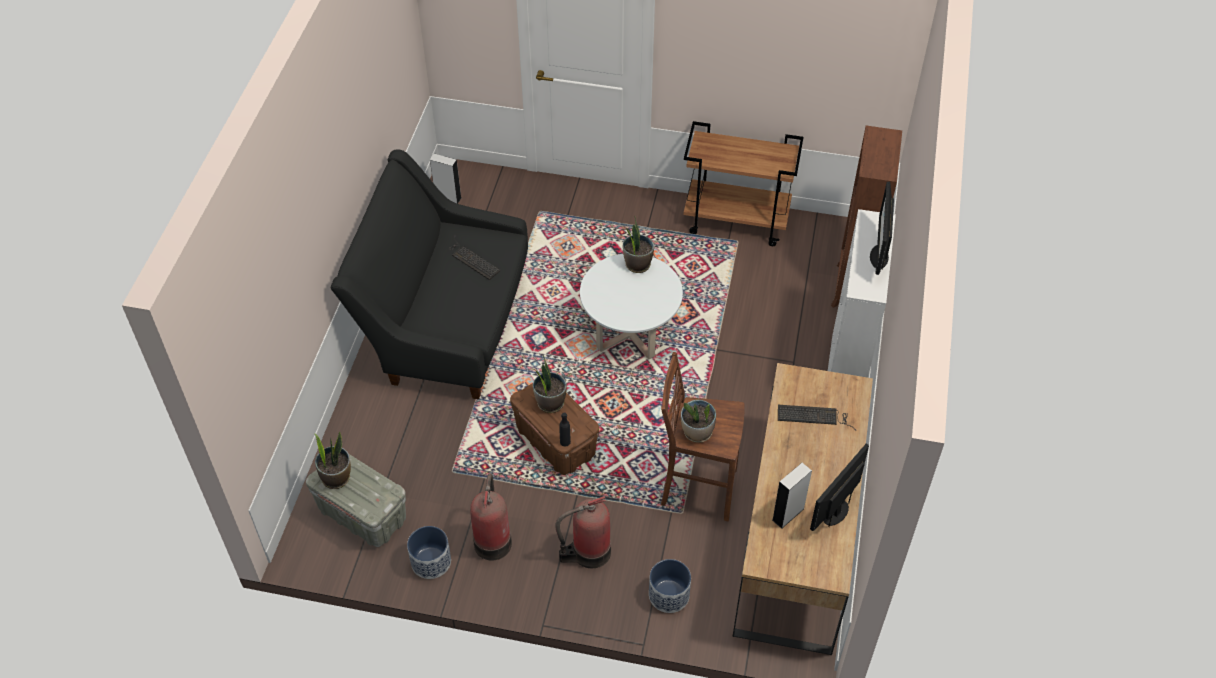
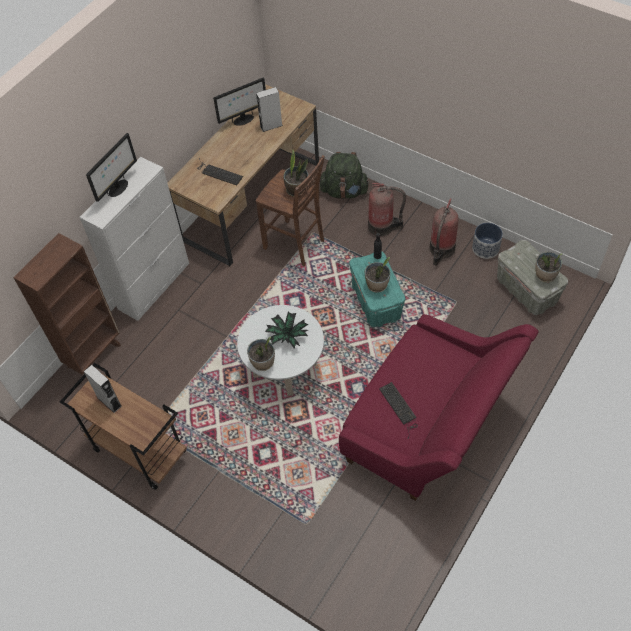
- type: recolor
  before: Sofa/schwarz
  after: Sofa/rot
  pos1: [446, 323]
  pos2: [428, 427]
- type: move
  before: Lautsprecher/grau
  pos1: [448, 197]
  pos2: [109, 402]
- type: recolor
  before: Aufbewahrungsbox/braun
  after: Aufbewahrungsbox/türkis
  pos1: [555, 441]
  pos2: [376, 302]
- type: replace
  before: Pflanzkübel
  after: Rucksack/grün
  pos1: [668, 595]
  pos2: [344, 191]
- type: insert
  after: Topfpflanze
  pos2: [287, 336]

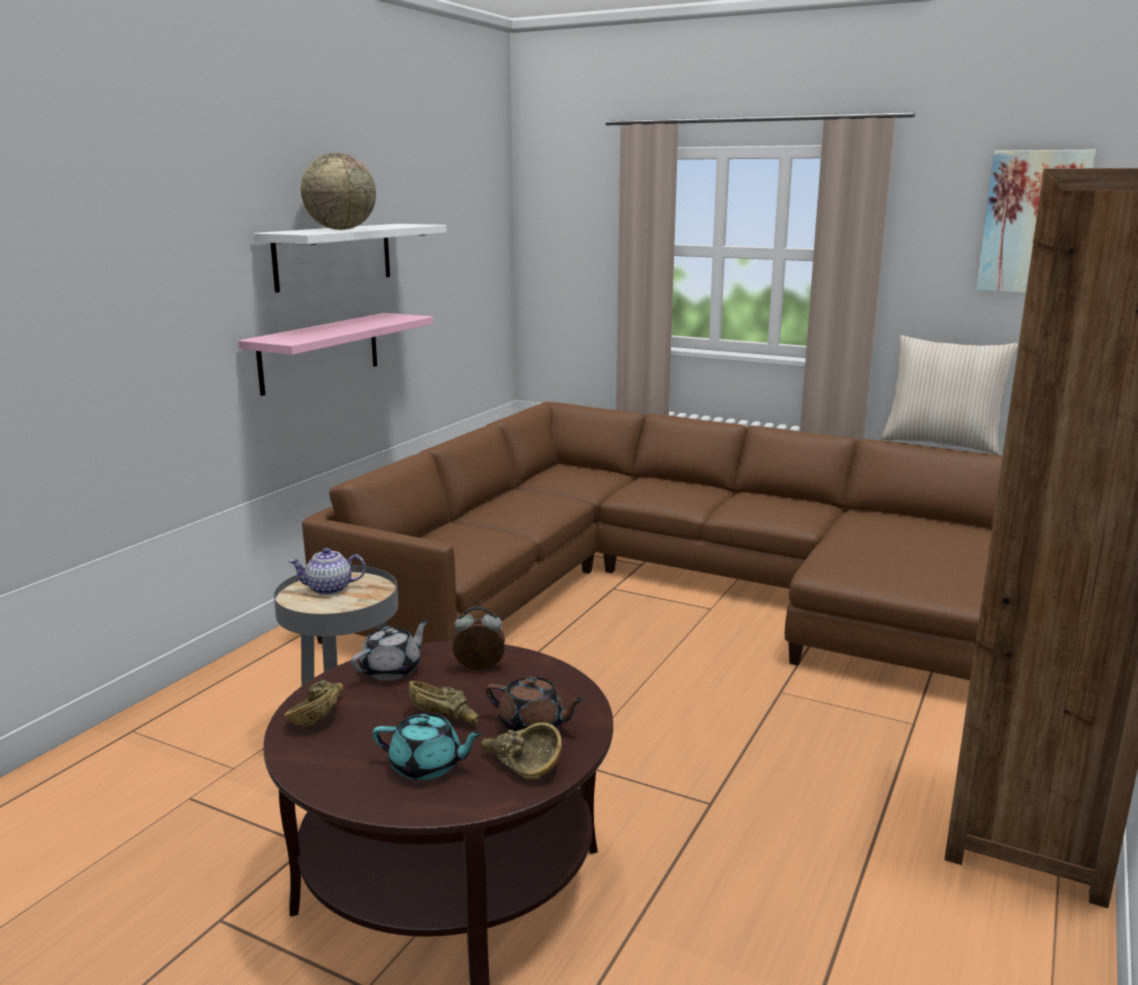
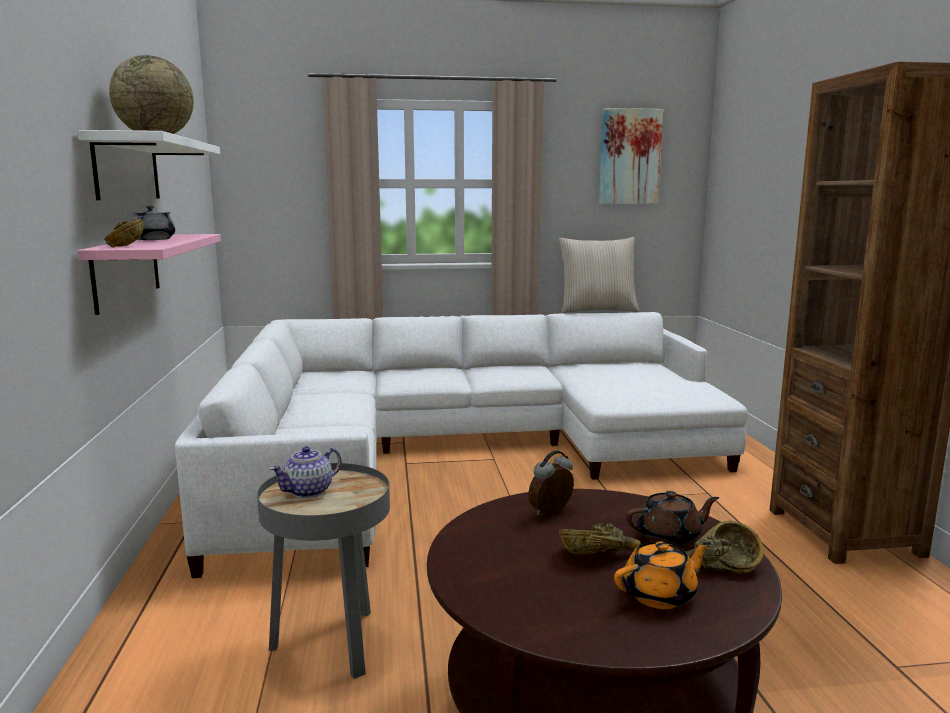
- type: recolor
  before: Sofa/braun
  after: Sofa/weiß
  pos1: [682, 590]
  pos2: [457, 452]
- type: move
  before: Teekanne/grau
  pos1: [392, 670]
  pos2: [154, 239]
- type: move
  before: Schüssel/braun
  pos1: [318, 714]
  pos2: [125, 246]
- type: recolor
  before: Teekanne/türkis
  after: Teekanne/orange
  pos1: [427, 766]
  pos2: [660, 595]

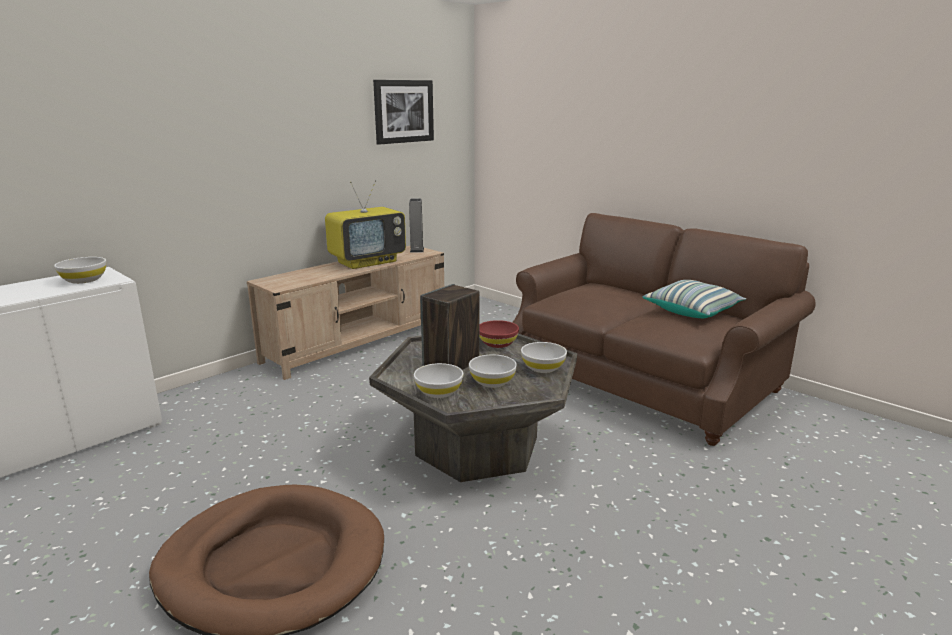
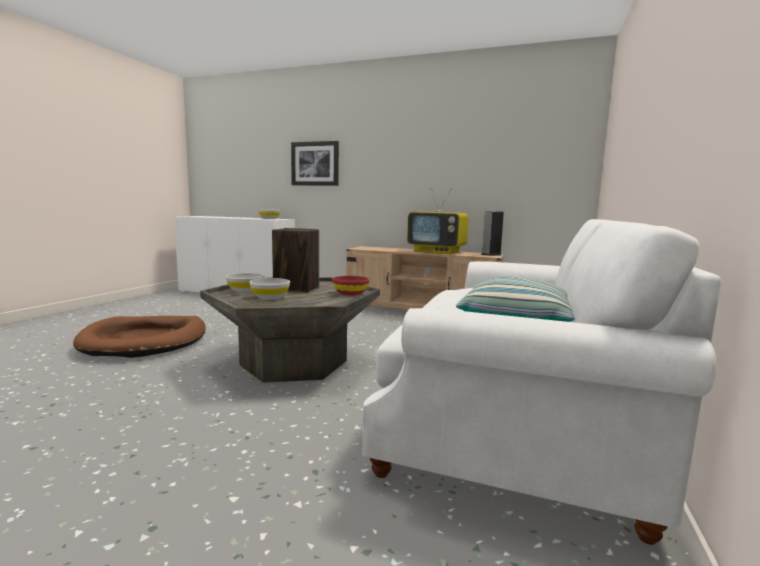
- type: move
  before: Bild
  pos1: [403, 111]
  pos2: [315, 163]
- type: recolor
  before: Sofa/braun
  after: Sofa/weiß
  pos1: [643, 379]
  pos2: [512, 415]
- type: delete
  before: Schüssel/weiß
  pos1: [543, 368]

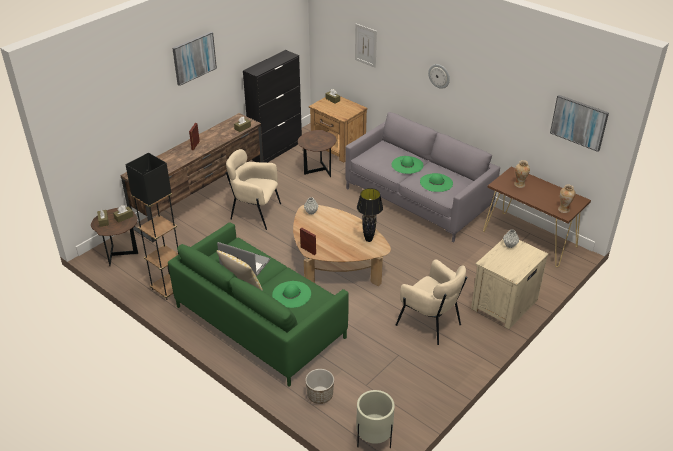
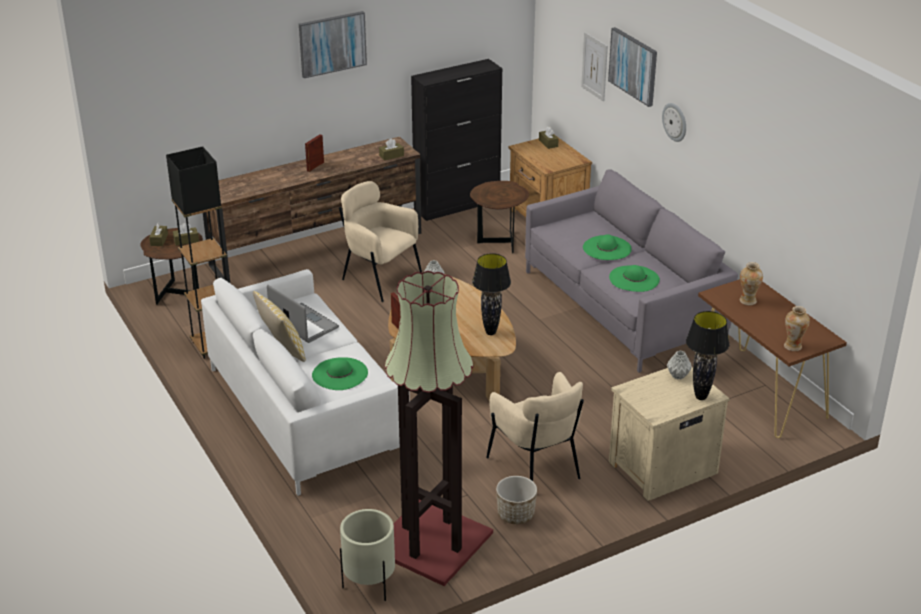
- type: move
  before: Bild
  pos1: [579, 122]
  pos2: [633, 66]
- type: recolor
  before: Sofa/grün
  after: Sofa/weiß
  pos1: [260, 321]
  pos2: [306, 411]
- type: move
  before: Pflanzkübel
  pos1: [320, 395]
  pos2: [515, 514]
- type: insert
  after: Stehlampe
  pos2: [429, 542]
- type: insert
  after: Tischlampe/schwarz
  pos2: [701, 397]

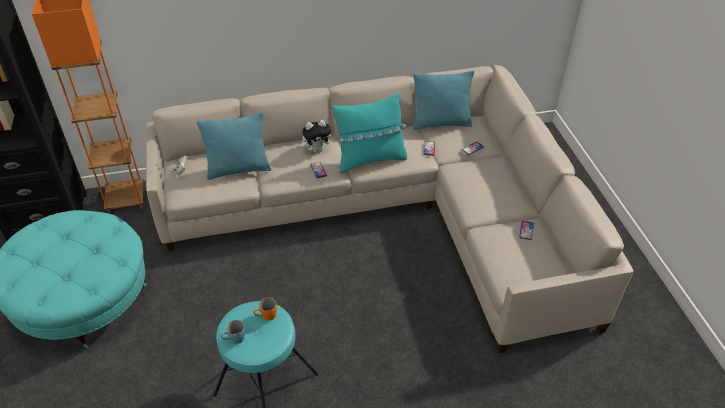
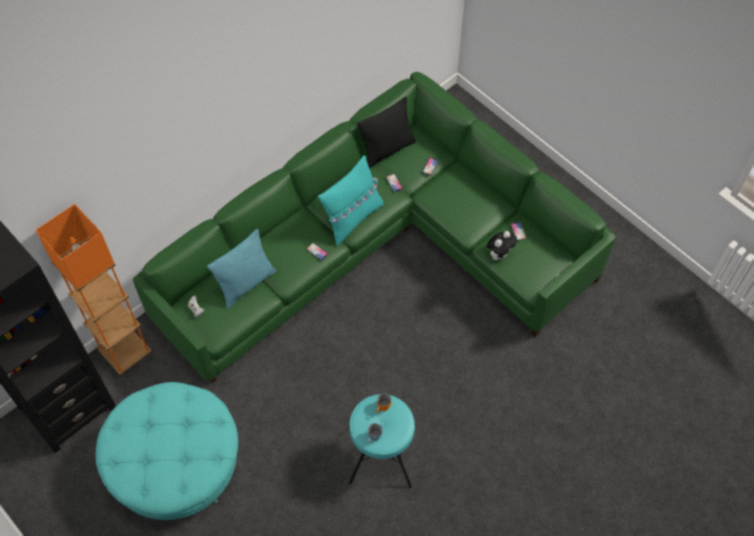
- type: recolor
  before: Sofa/beige
  after: Sofa/grün
  pos1: [394, 212]
  pos2: [379, 248]
- type: recolor
  before: Kissen/türkis
  after: Kissen/schwarz
  pos1: [441, 123]
  pos2: [387, 150]
- type: move
  before: Plüschtier
  pos1: [318, 149]
  pos2: [499, 254]

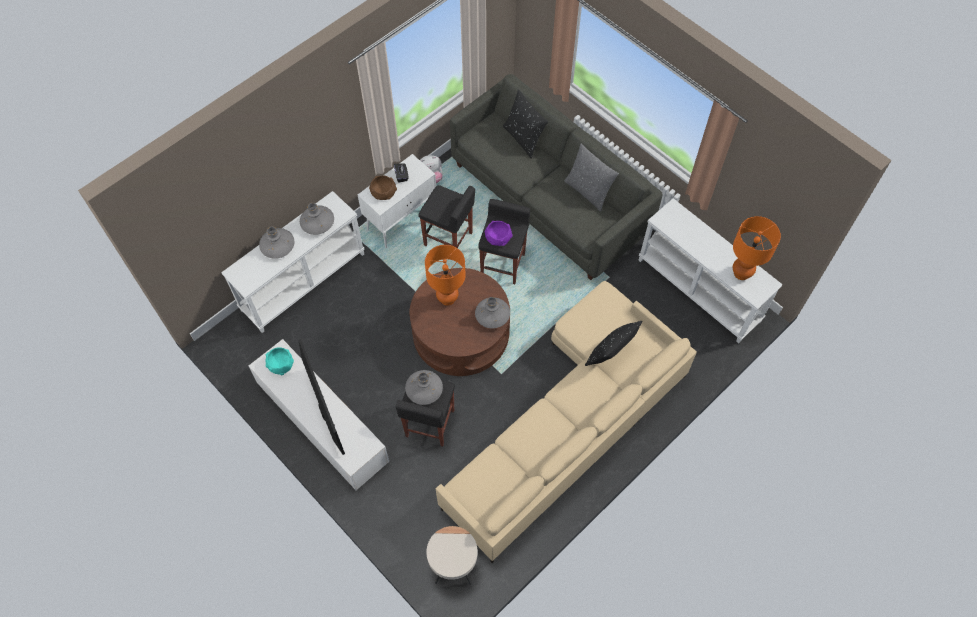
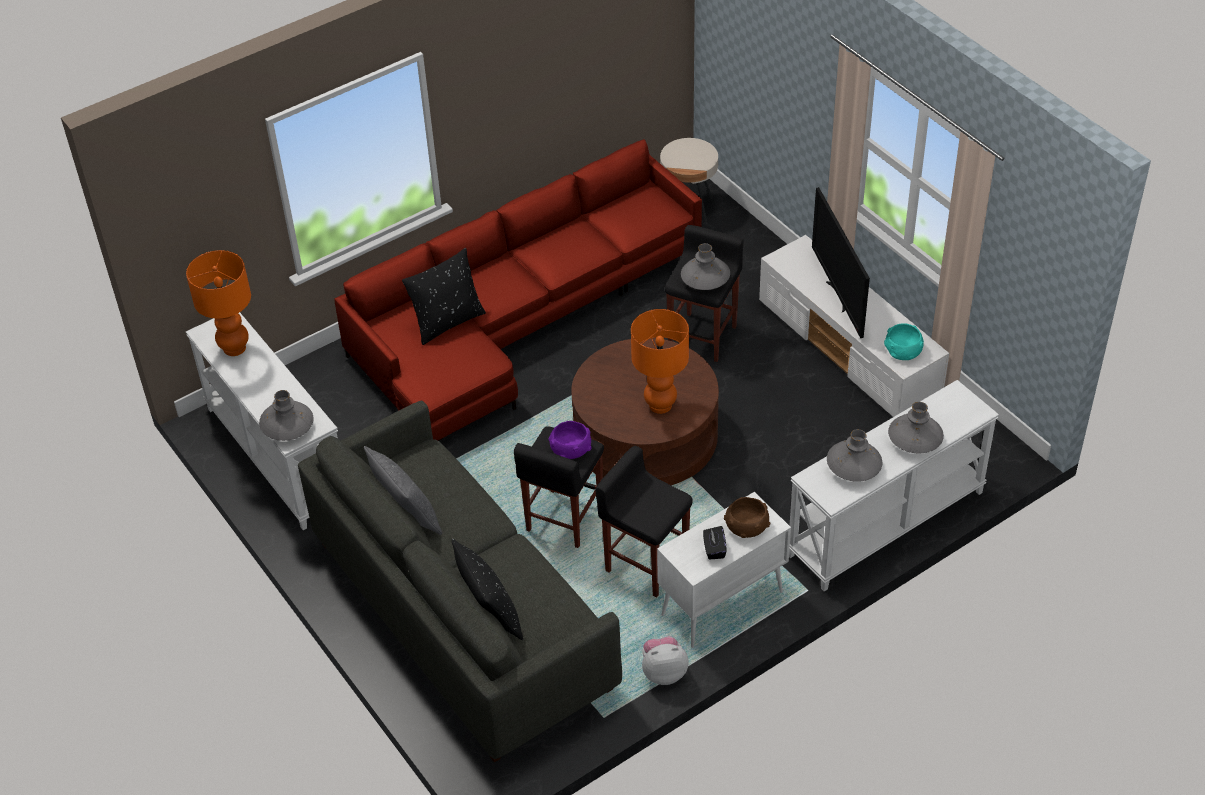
- type: recolor
  before: Sofa/beige
  after: Sofa/rot
  pos1: [570, 423]
  pos2: [517, 322]
- type: move
  before: Vase/grau
  pos1: [492, 315]
  pos2: [288, 427]

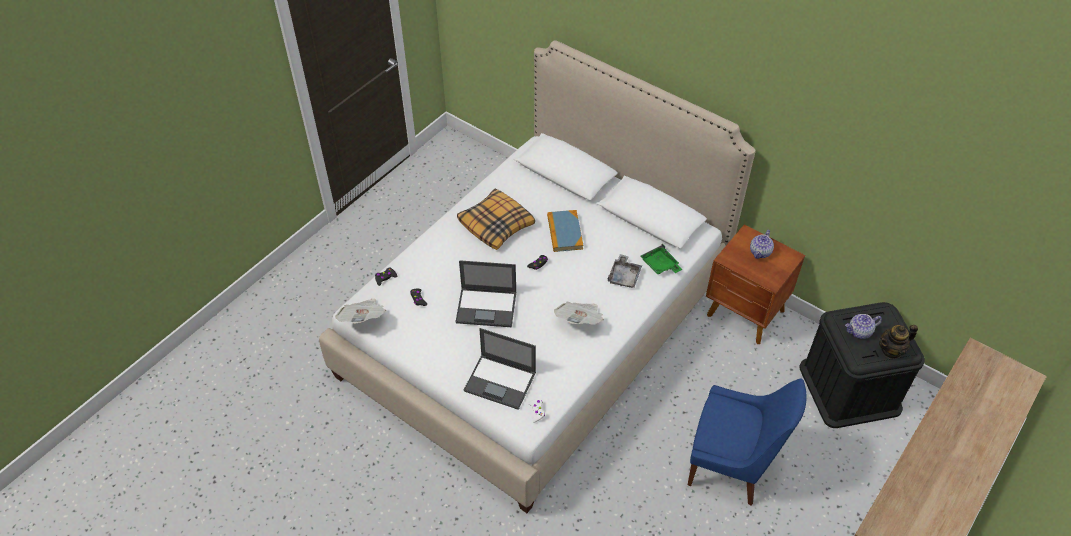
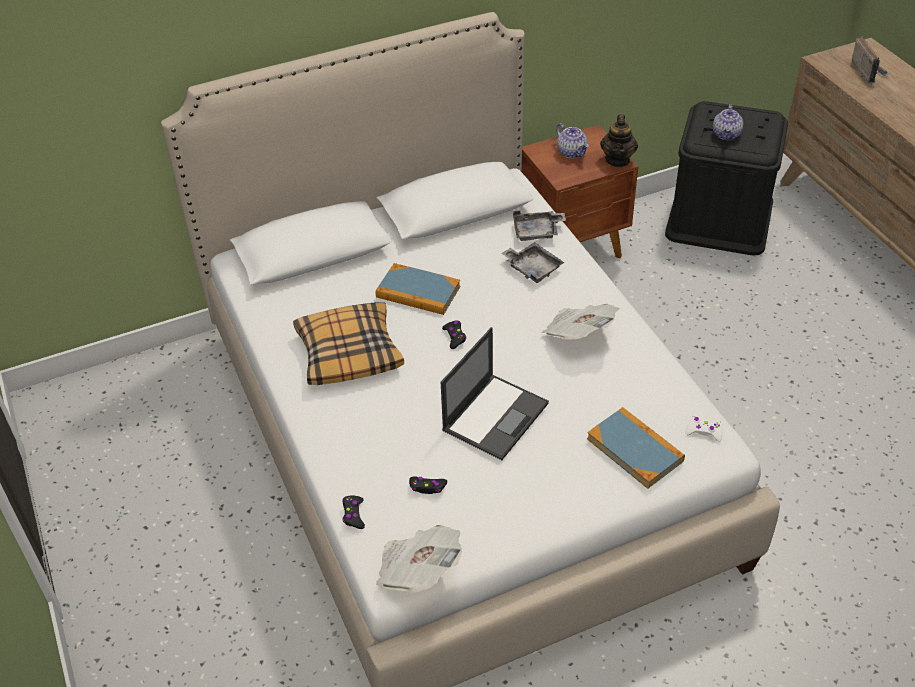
- type: recolor
  before: Tablett/grün
  after: Tablett/grau
  pos1: [660, 265]
  pos2: [537, 232]
- type: move
  before: Teekanne
  pos1: [891, 351]
  pos2: [618, 160]
- type: replace
  before: Laptop
  after: Buch
  pos1: [501, 382]
  pos2: [635, 450]
- type: delete
  before: Stuhl/blau
  pos1: [731, 466]
- type: insert
  after: Radio
  pos2: [868, 71]

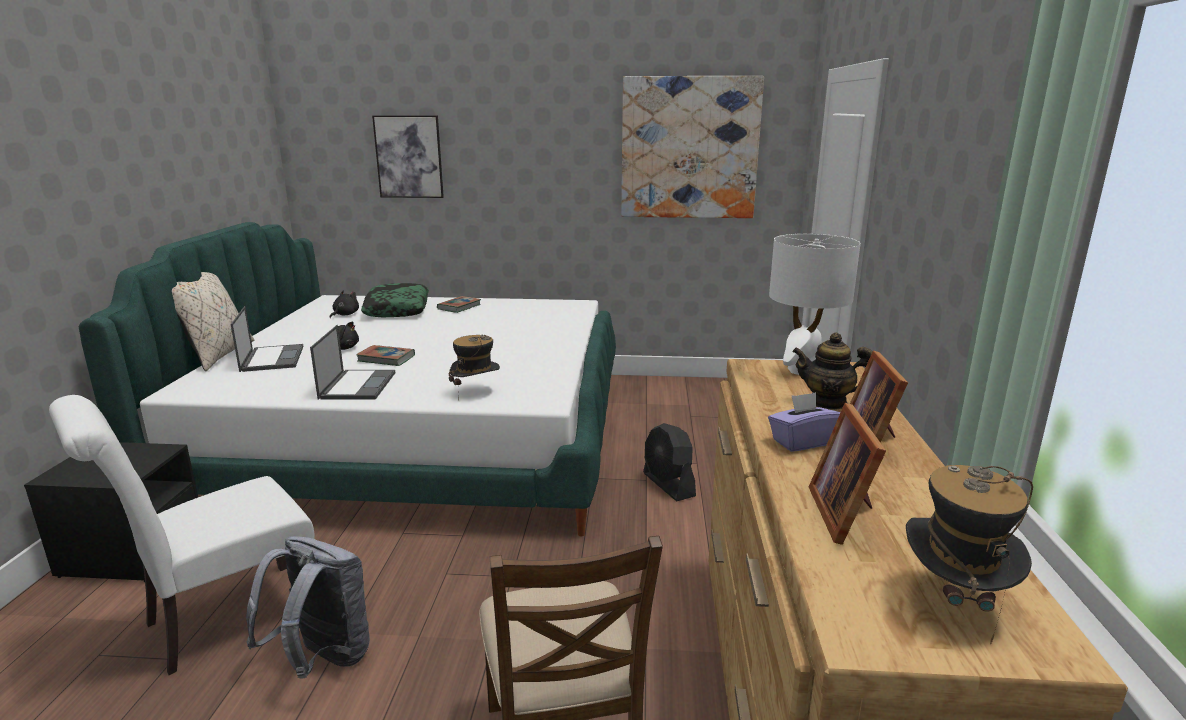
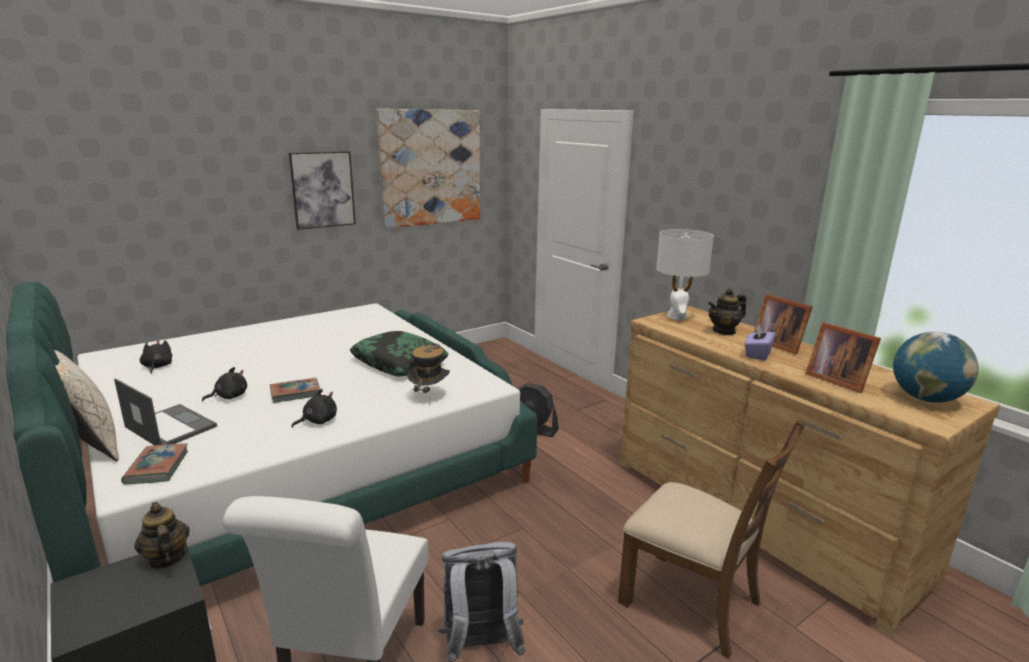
- type: move
  before: Bild
  pos1: [409, 157]
  pos2: [322, 189]
- type: move
  before: Kissen
  pos1: [397, 309]
  pos2: [399, 362]
- type: move
  before: Buch
  pos1: [459, 307]
  pos2: [157, 467]
- type: replace
  before: Laptop
  after: Plüschtier/schwarz
  pos1: [358, 385]
  pos2: [318, 421]
- type: replace
  before: Hut
  after: Globus
  pos1: [953, 602]
  pos2: [925, 398]
- type: insert
  after: Teekanne
  pos2: [166, 558]

